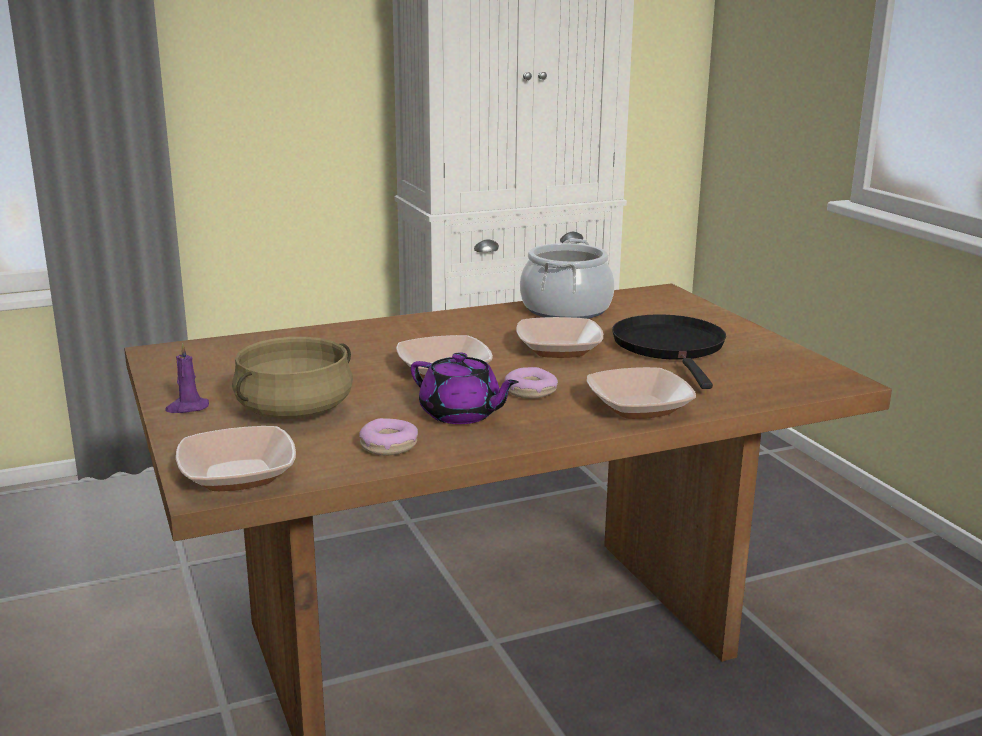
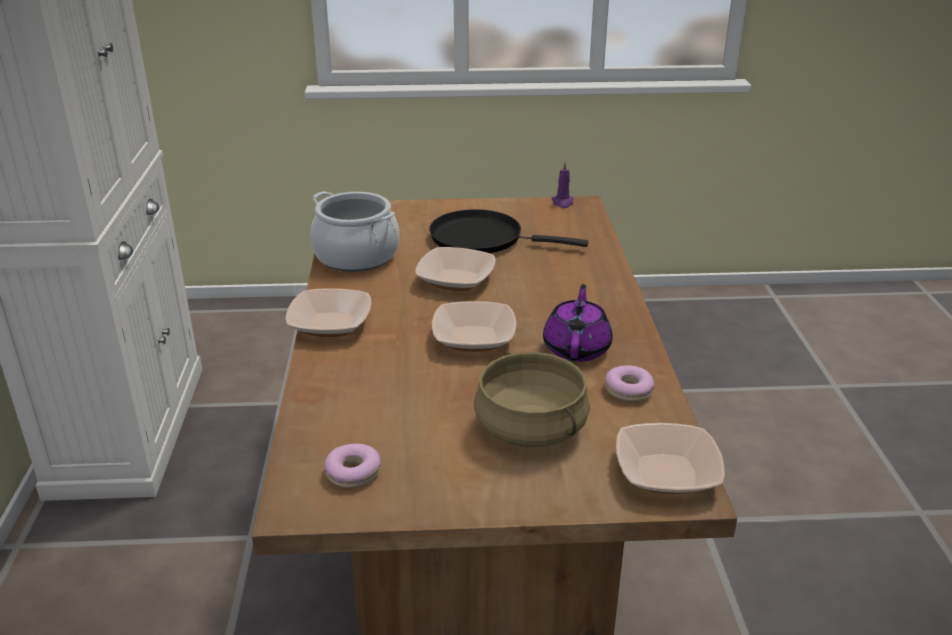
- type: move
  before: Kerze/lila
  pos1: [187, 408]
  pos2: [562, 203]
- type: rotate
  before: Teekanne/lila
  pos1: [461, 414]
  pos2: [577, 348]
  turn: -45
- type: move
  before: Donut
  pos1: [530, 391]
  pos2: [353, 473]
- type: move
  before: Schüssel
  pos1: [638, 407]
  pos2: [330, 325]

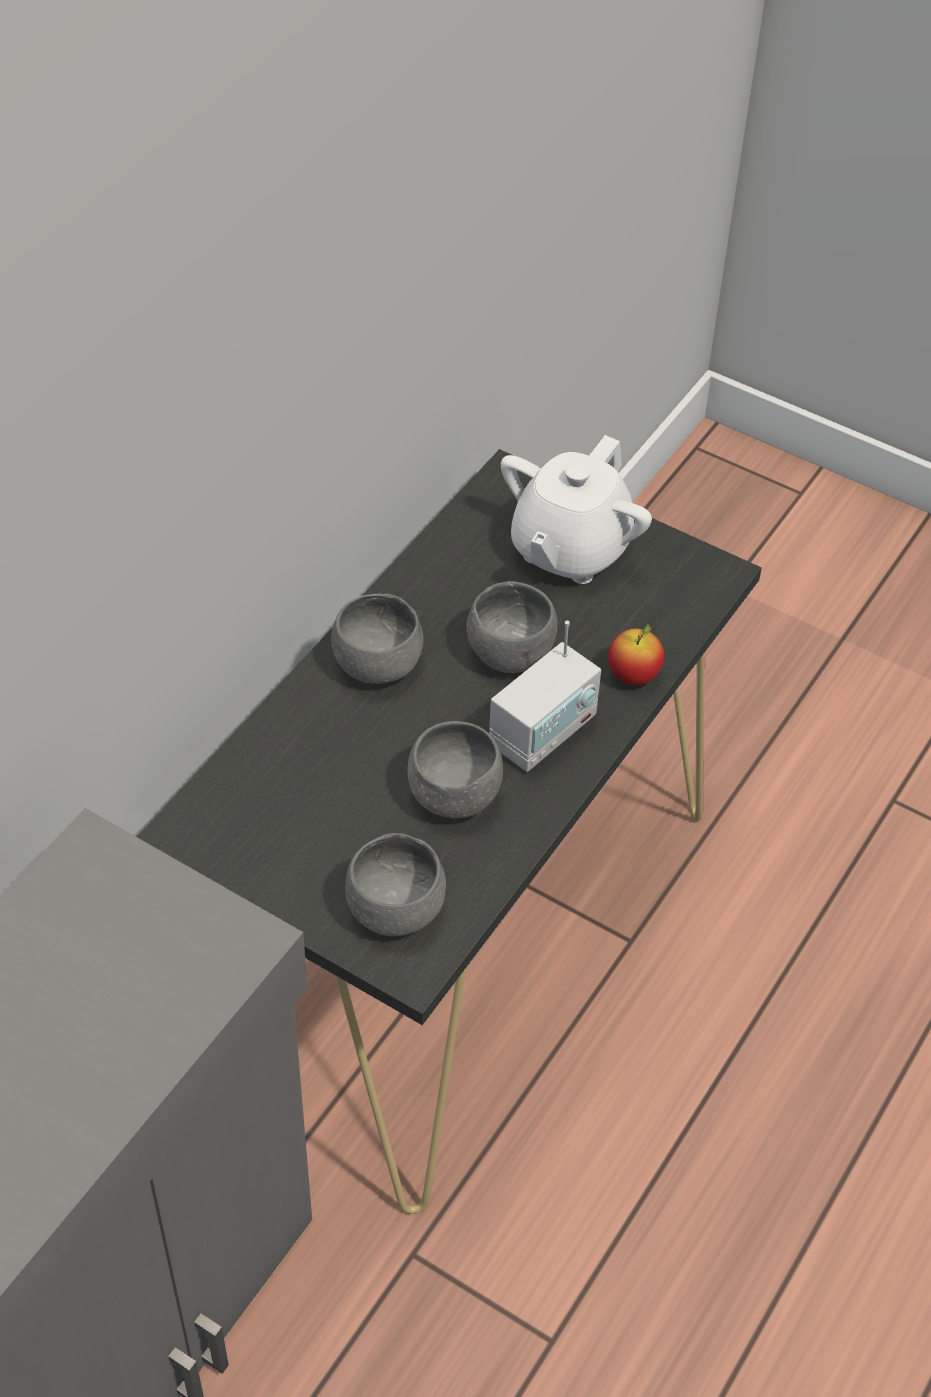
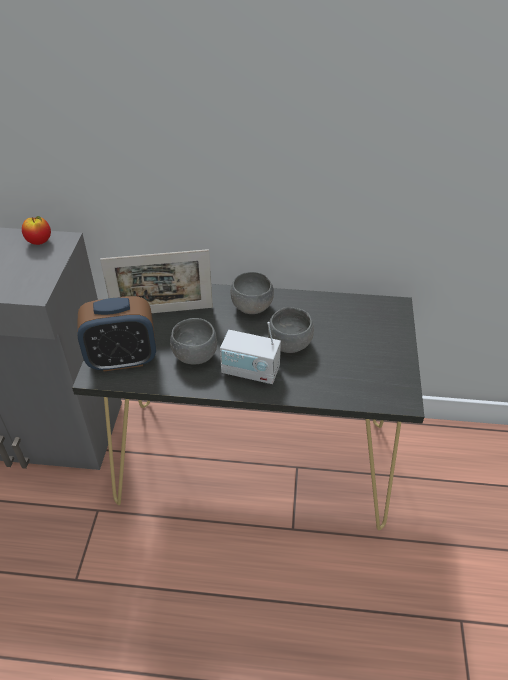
- type: delete
  before: Teekanne/weiß
  pos1: [569, 550]
- type: move
  before: Apfel
  pos1: [633, 675]
  pos2: [39, 242]
- type: replace
  before: Schüssel/grau
  after: Wecker
  pos1: [395, 909]
  pos2: [122, 359]
- type: insert
  after: Bilderrahmen
  pos2: [163, 311]

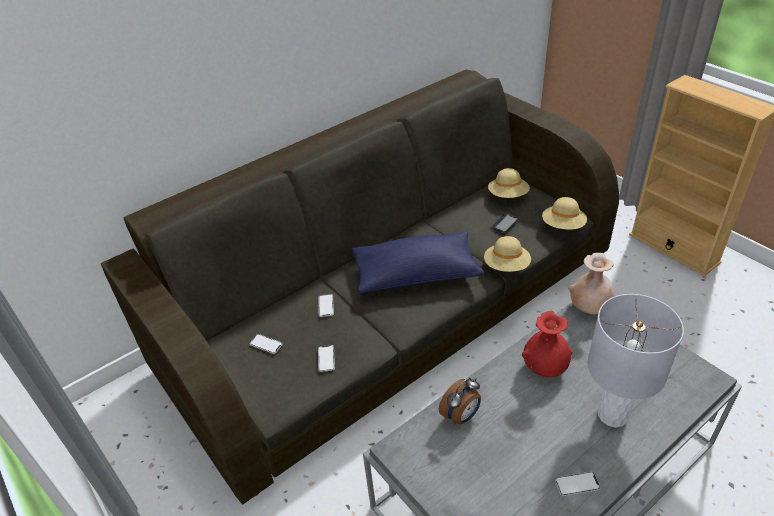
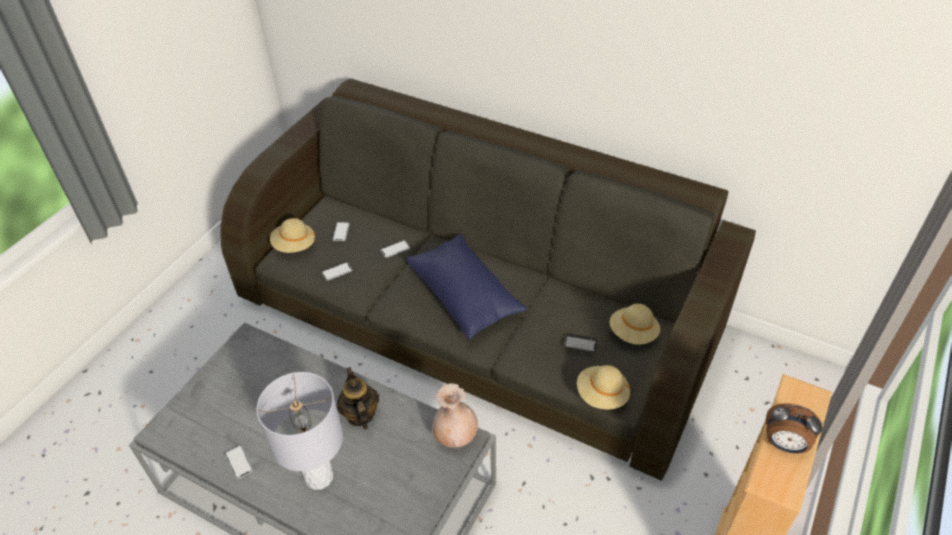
- type: move
  before: Hut/beige
  pos1: [506, 266]
  pos2: [294, 245]
- type: replace
  before: Vase/rot
  after: Teekanne
  pos1: [544, 368]
  pos2: [360, 414]
- type: move
  before: Wecker
  pos1: [461, 416]
  pos2: [784, 444]

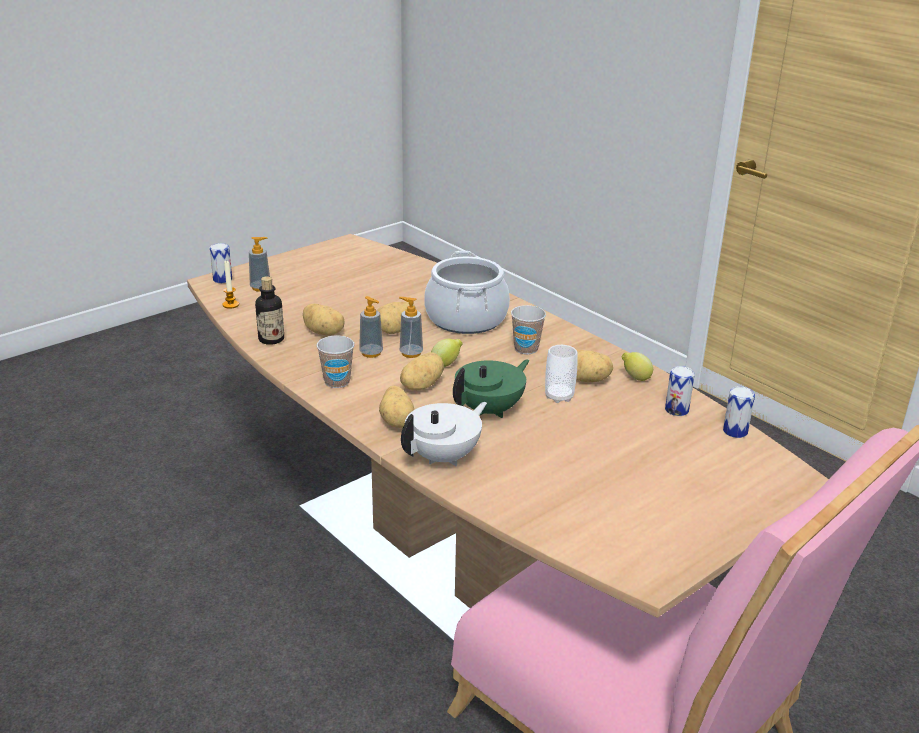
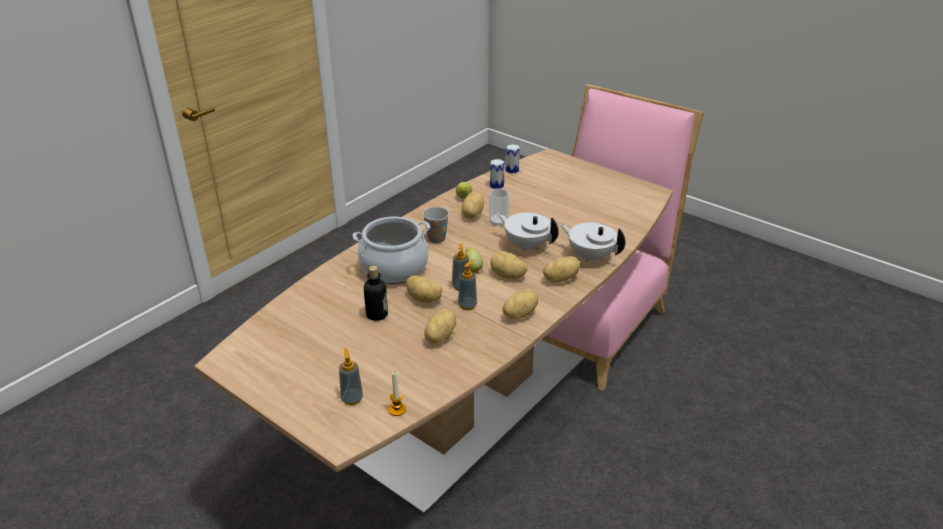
- type: delete
  before: Dose
  pos1: [222, 279]
- type: move
  before: Flasche
  pos1: [271, 339]
  pos2: [377, 314]
- type: replace
  before: Tasse
  after: Kartoffel
  pos1: [337, 382]
  pos2: [519, 314]
- type: recolor
  before: Teekanne/grün
  after: Teekanne/weiß
  pos1: [490, 409]
  pos2: [527, 245]

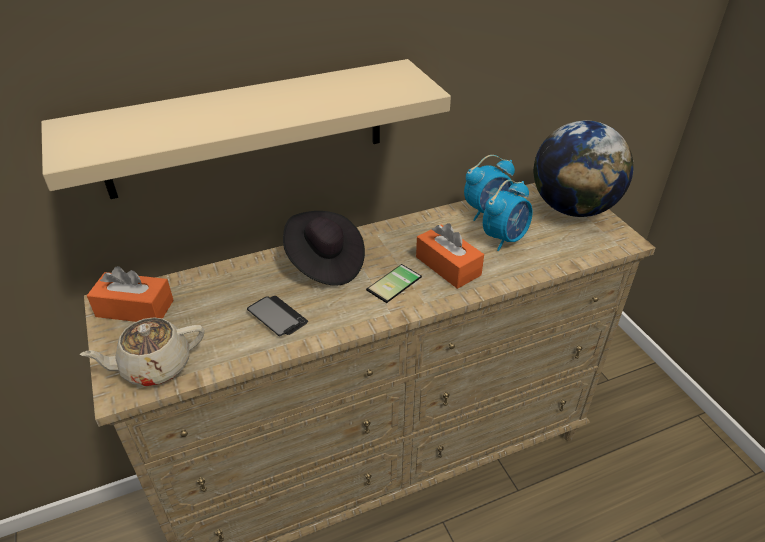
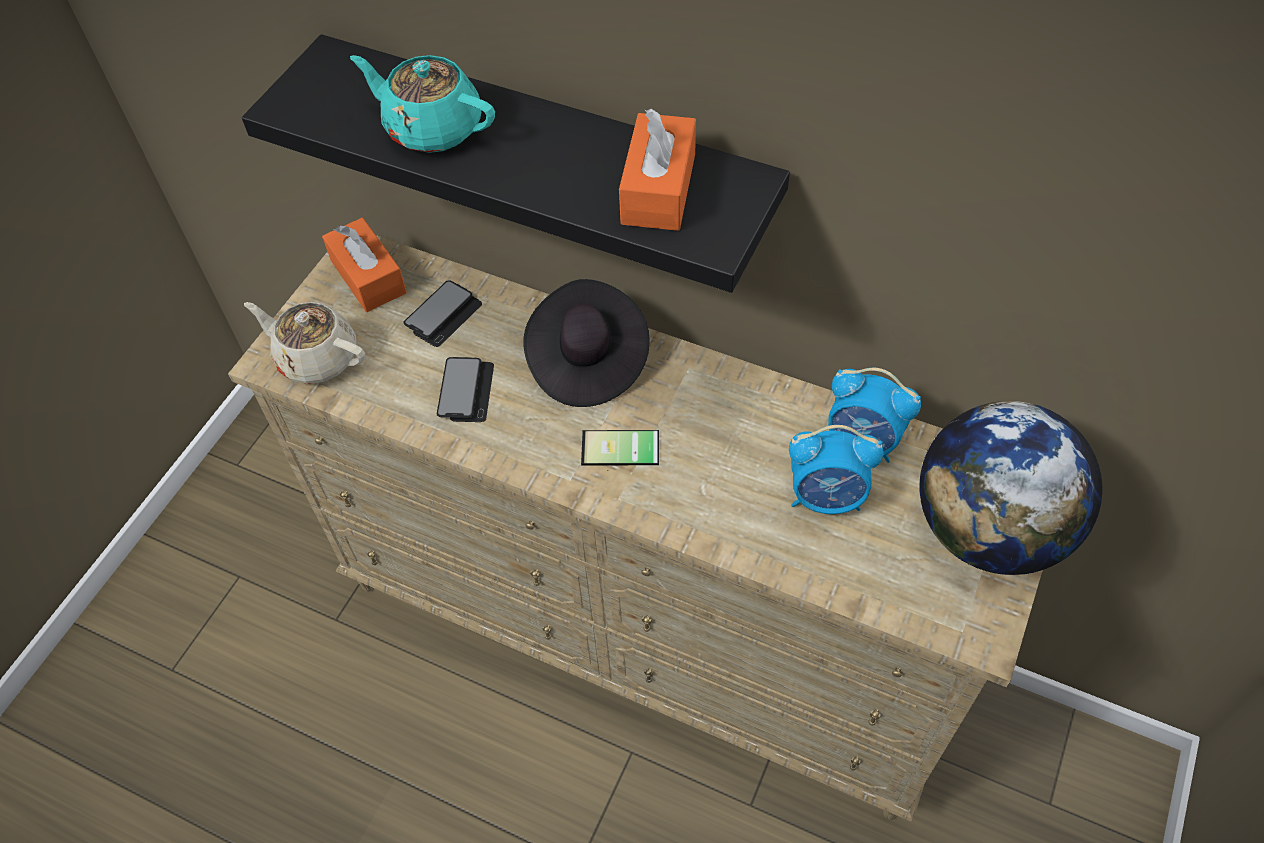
- type: recolor
  before: Wandregal/beige
  after: Wandregal/schwarz
  pos1: [247, 129]
  pos2: [547, 148]
- type: move
  before: Taschentuchbox/orange
  pos1: [448, 266]
  pos2: [658, 189]
- type: insert
  after: Teekanne/türkis
  pos2: [432, 128]
- type: insert
  after: Handy
  pos2: [443, 315]

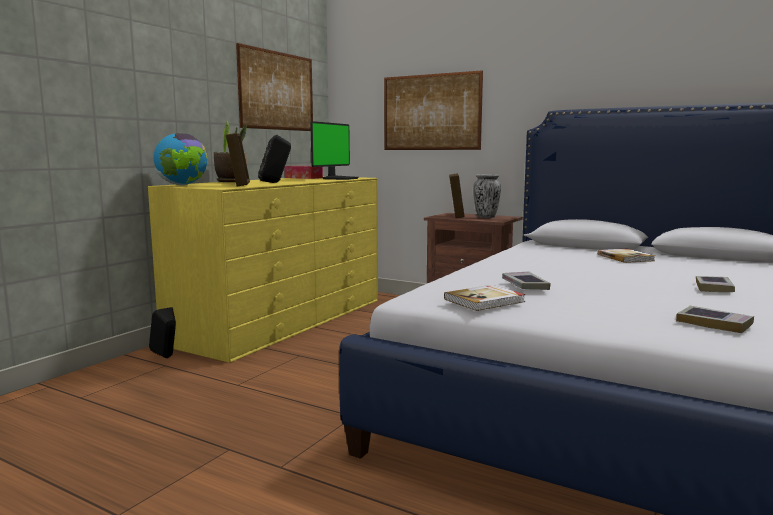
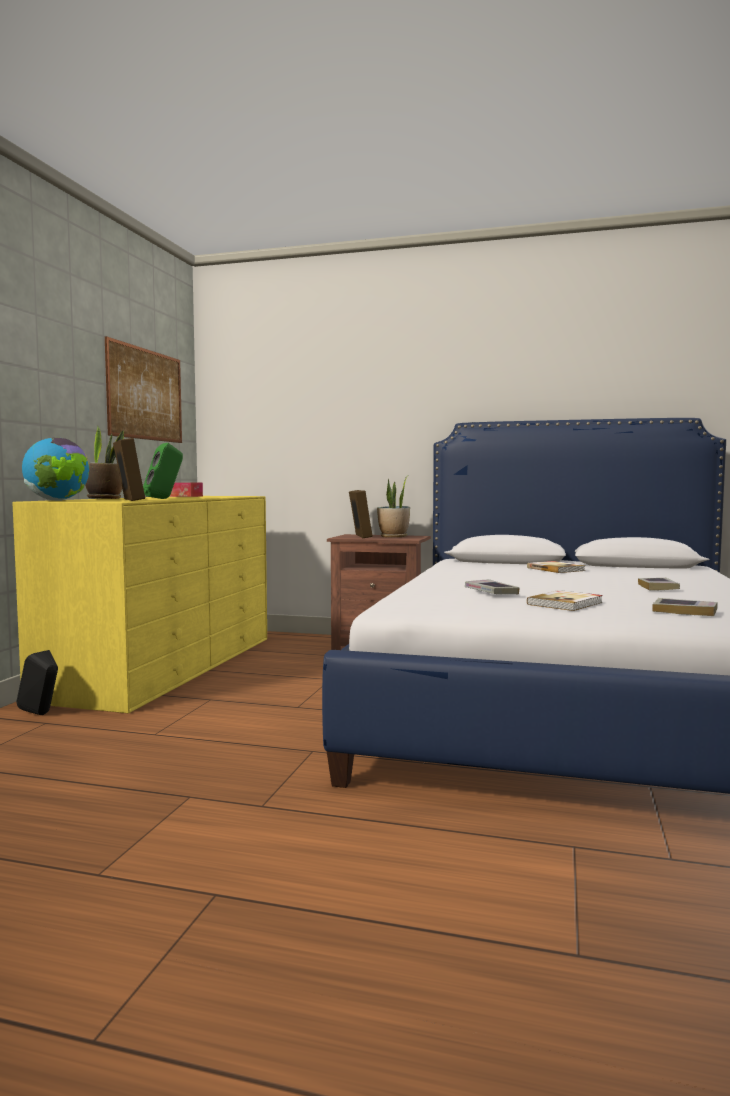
- type: delete
  before: Bild
  pos1: [431, 112]
- type: delete
  before: Monitor
  pos1: [339, 178]
- type: recolor
  before: Lautsprecher/schwarz
  after: Lautsprecher/grün
  pos1: [275, 182]
  pos2: [164, 498]
- type: replace
  before: Vase
  after: Topfpflanze
  pos1: [486, 217]
  pos2: [393, 536]
- type: move
  before: Buch
  pos1: [485, 300]
  pos2: [566, 603]

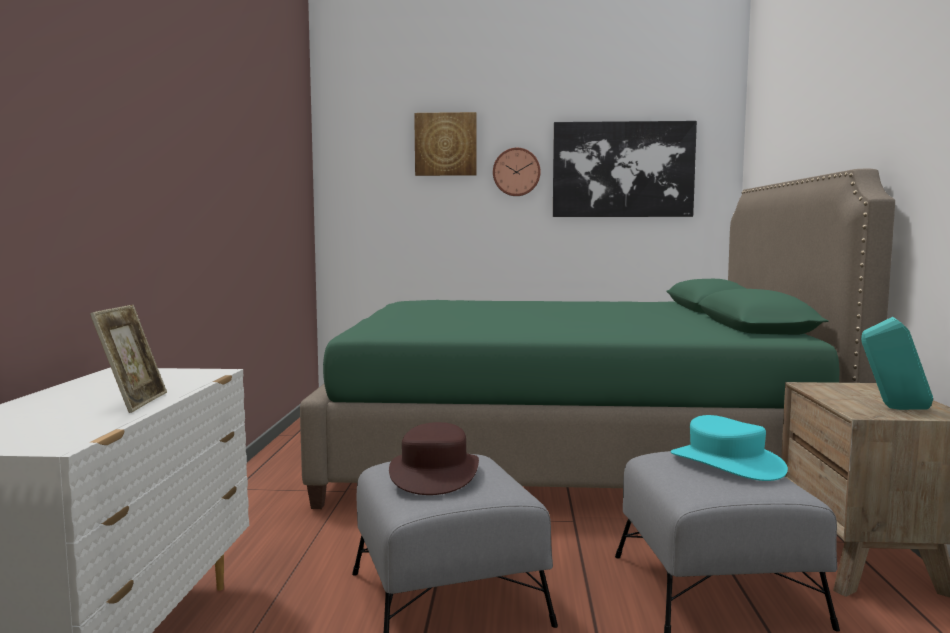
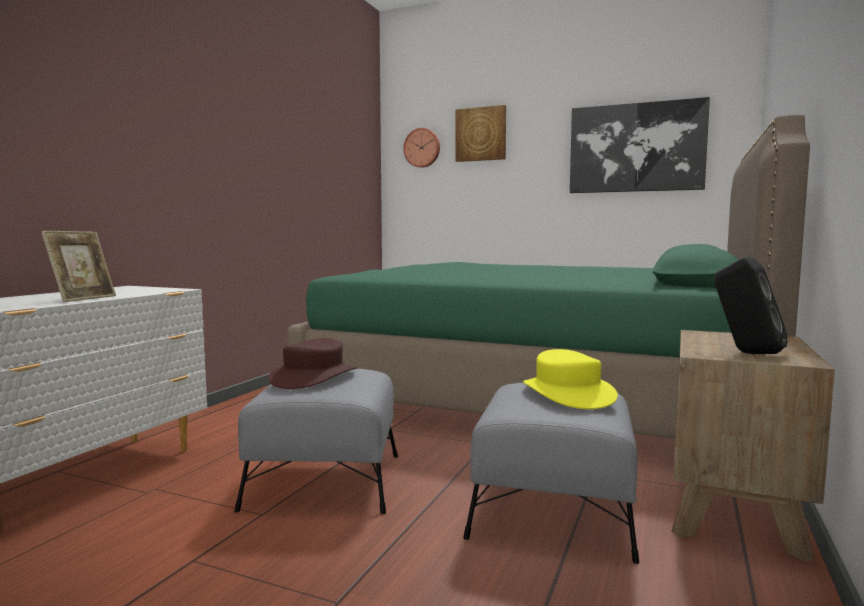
- type: move
  before: Wanduhr
  pos1: [516, 172]
  pos2: [422, 148]
- type: recolor
  before: Lautsprecher/türkis
  after: Lautsprecher/schwarz
  pos1: [893, 408]
  pos2: [746, 353]
- type: recolor
  before: Hut/türkis
  after: Hut/gelb
  pos1: [726, 463]
  pos2: [567, 393]

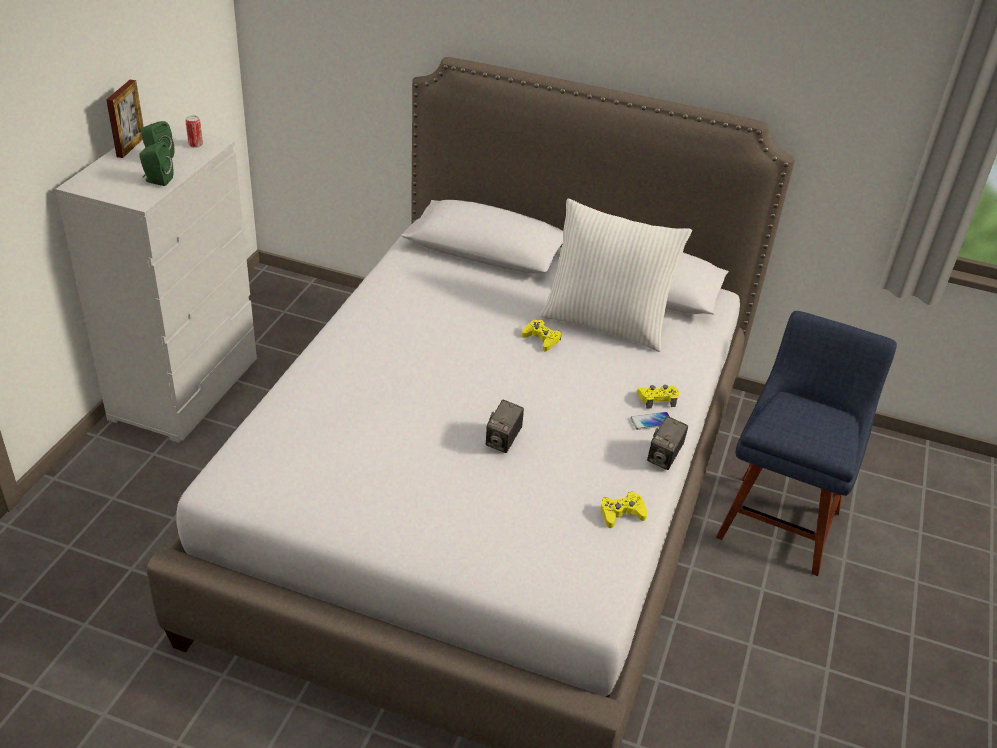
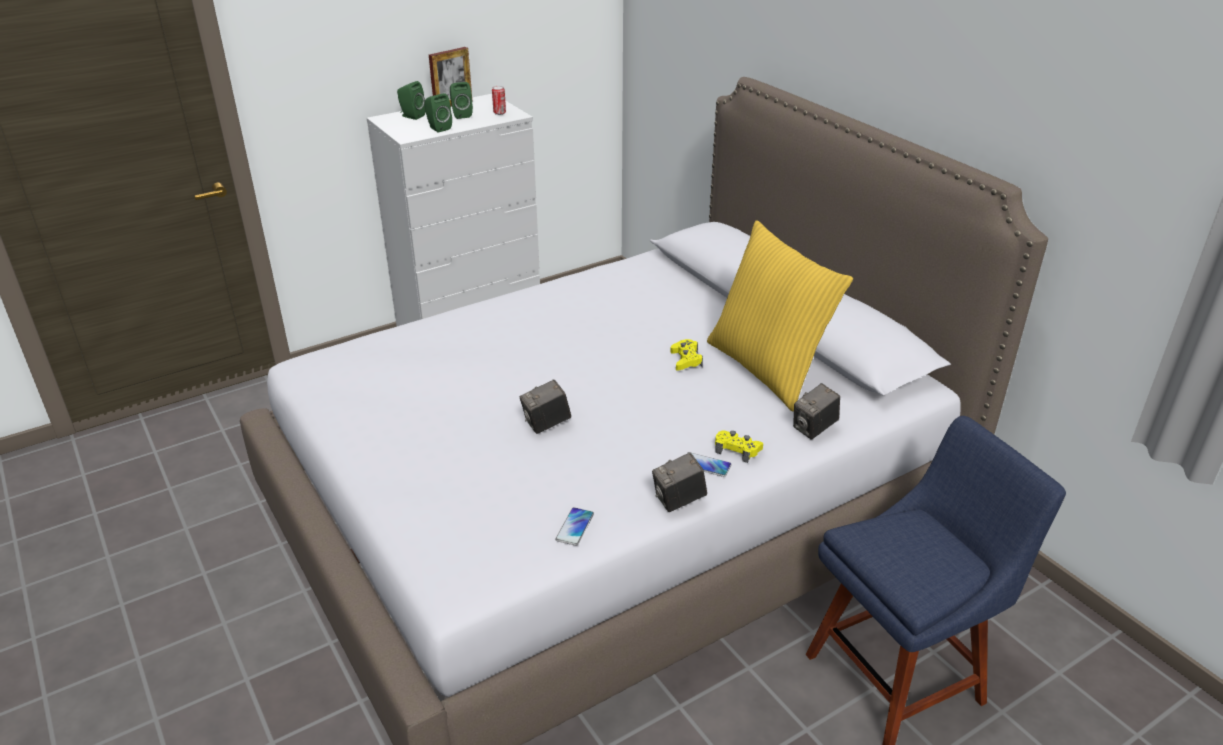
- type: recolor
  before: Kissen/weiß
  after: Kissen/gelb
  pos1: [606, 323]
  pos2: [767, 369]
- type: replace
  before: Gamepad/gelb
  after: Handy
  pos1: [621, 514]
  pos2: [575, 527]
- type: insert
  after: Lautsprecher/grün
  pos2: [411, 116]
- type: insert
  after: Kamera
  pos2: [814, 429]

